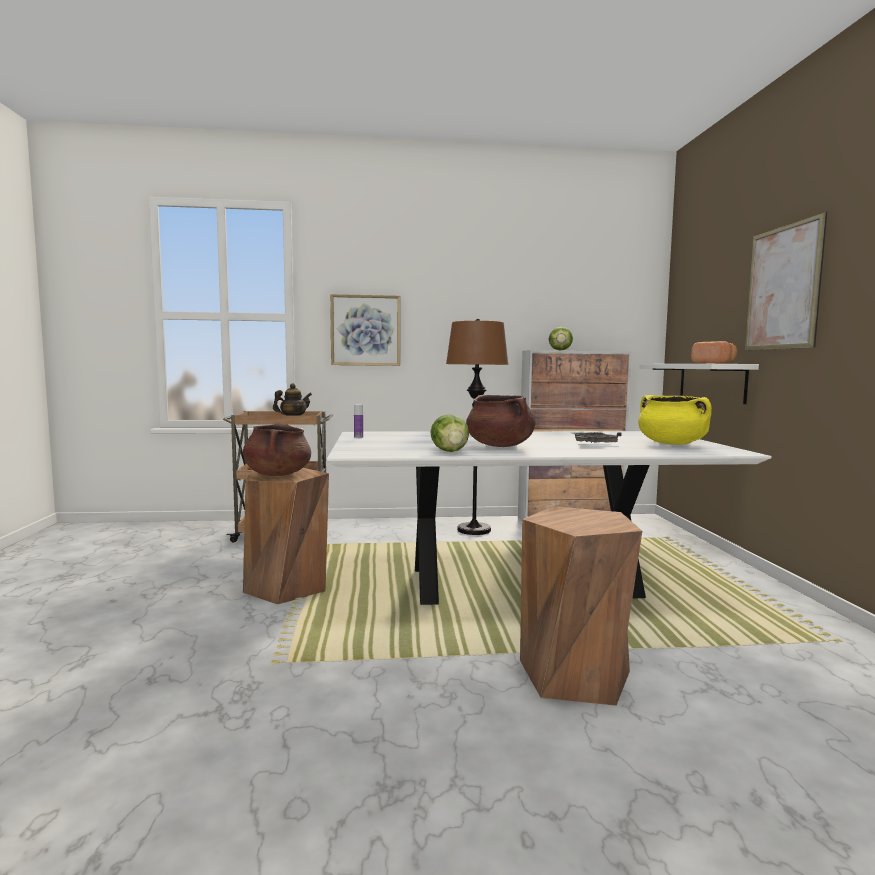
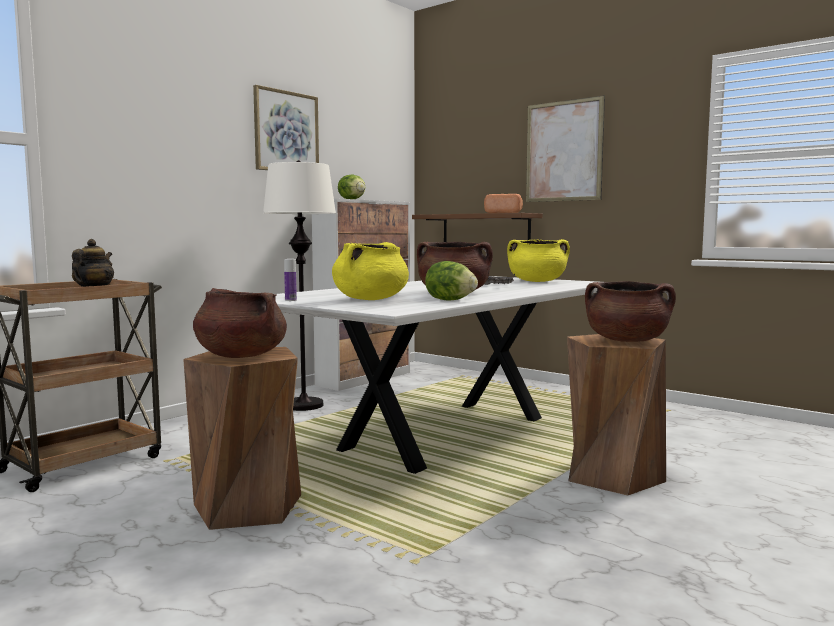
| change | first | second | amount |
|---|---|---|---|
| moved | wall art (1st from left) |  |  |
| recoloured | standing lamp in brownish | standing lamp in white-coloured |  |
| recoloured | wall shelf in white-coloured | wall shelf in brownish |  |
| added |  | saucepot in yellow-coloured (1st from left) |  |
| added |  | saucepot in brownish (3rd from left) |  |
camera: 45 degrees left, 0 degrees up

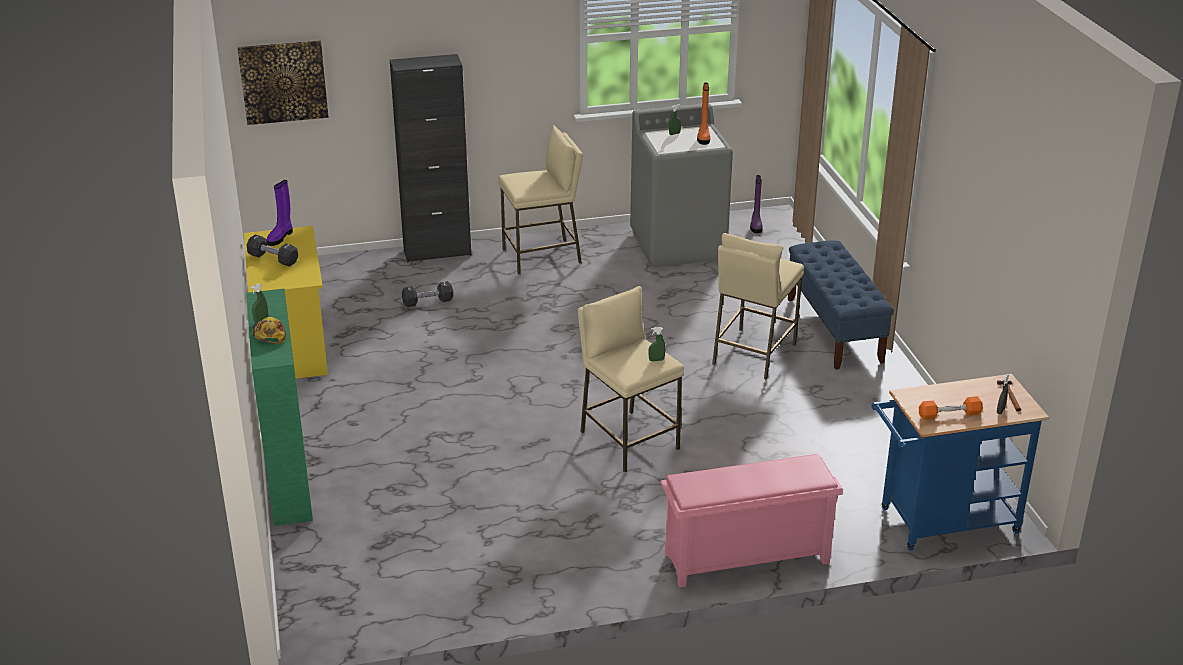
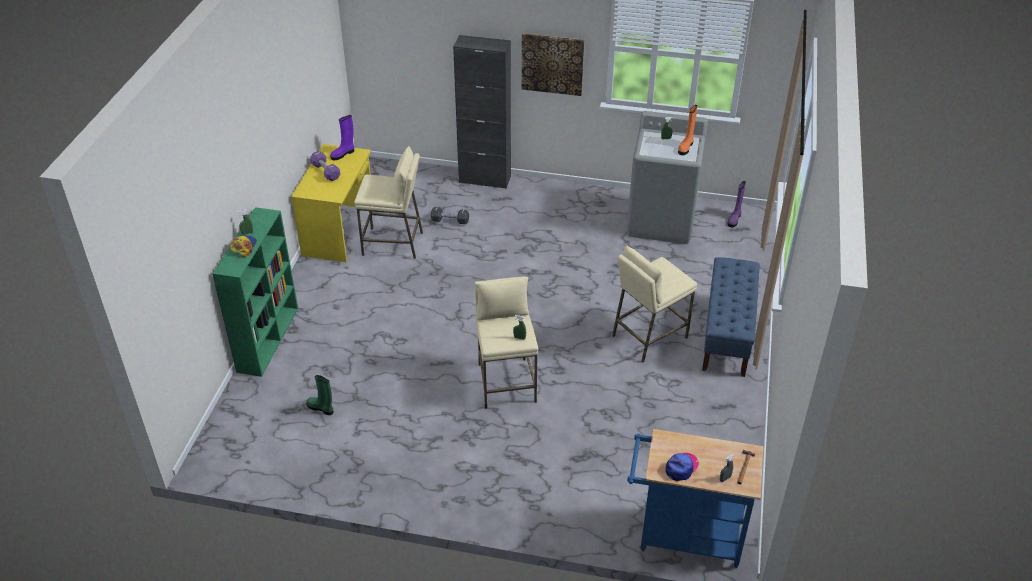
| change | first | second | amount |
|---|---|---|---|
| moved | wall art |  |  |
| recoloured | hand weight in blackish (1st from left) | hand weight in purple |  |
| moved | stool in beige-coloured (1st from left) |  |  |
| removed | shoe rack in pinkish |  |  |
| replaced | hand weight in orange | peaked cap (2nd from left) |  |
| added |  | boot in green |  |
camera: 25 degrees right, 10 degrees up

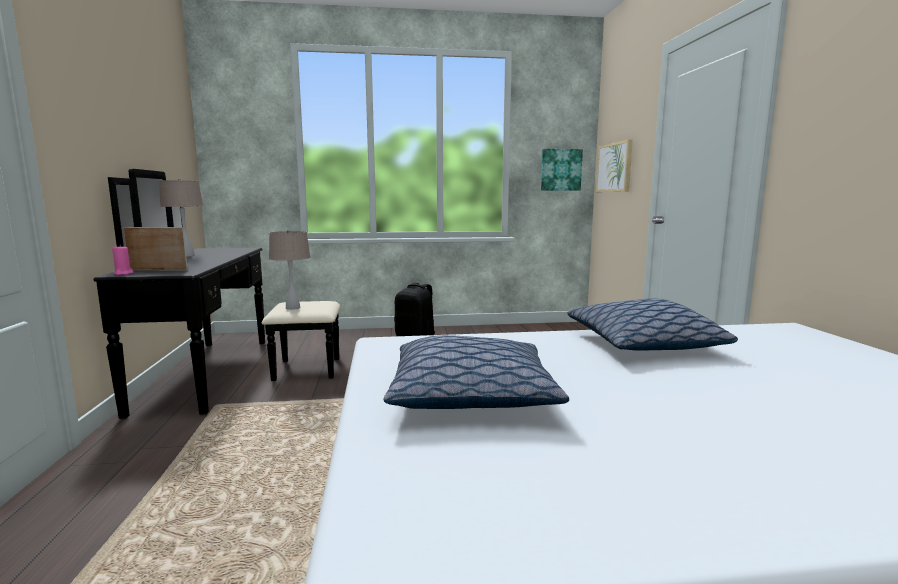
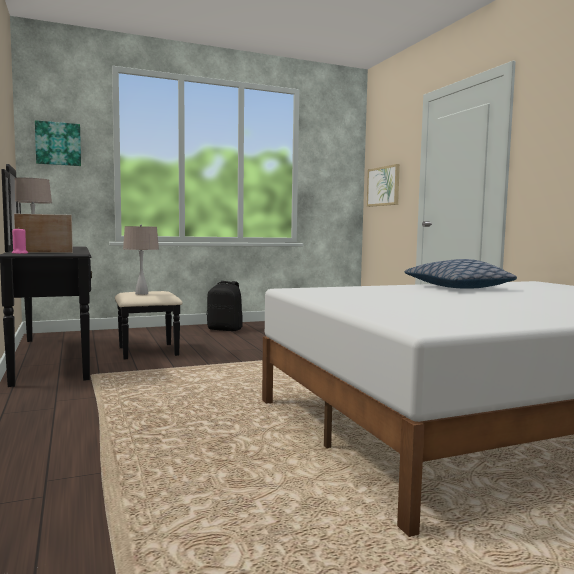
| change | first | second | amount |
|---|---|---|---|
| removed | throw pillow (1st from left) |  |  |
| moved | wall art (1st from left) |  |  |
camera: 15 degrees left, 5 degrees down

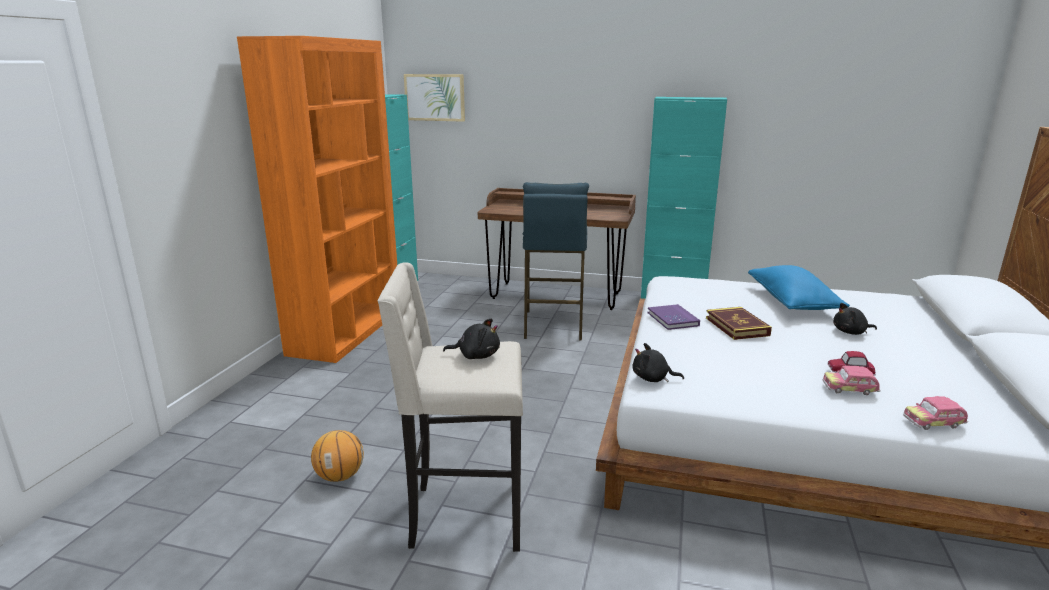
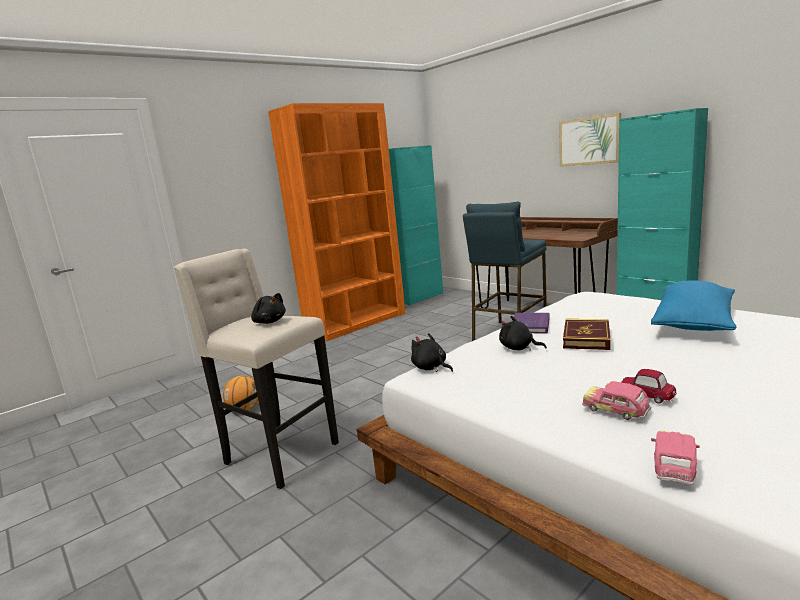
| change | first | second | amount |
|---|---|---|---|
| moved | wall art |  |  |
| moved | soft toy in blackish (3rd from left) |  |  |
| turned | toy car (3rd from left) |  | 90 degrees clockwise |
camera: 35 degrees right, 5 degrees down

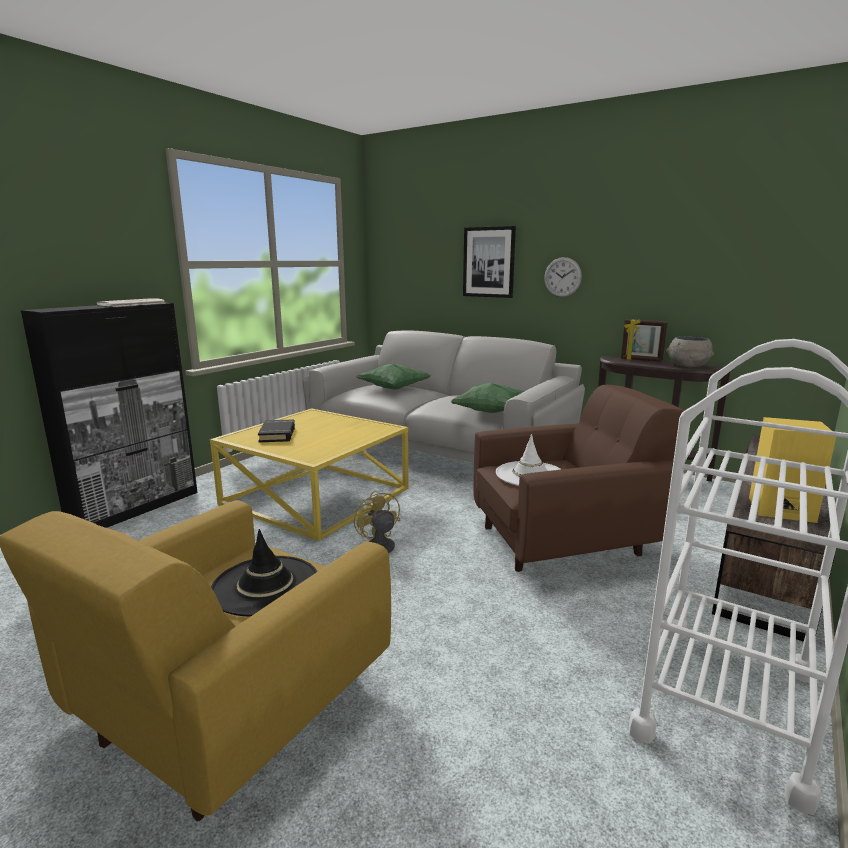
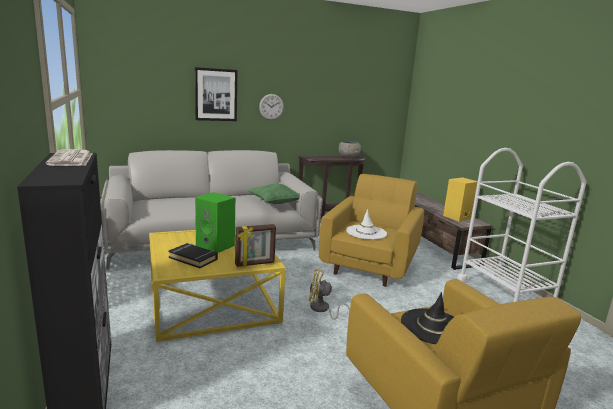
| change | first | second | amount |
|---|---|---|---|
| removed | throw pillow in green (1st from left) |  |  |
| recoloured | armchair in brownish | armchair in yellow-coloured (1st from left) |  |
| moved | photo frame |  |  |
| added |  | speaker in green |  |
camera: 55 degrees left, 0 degrees up

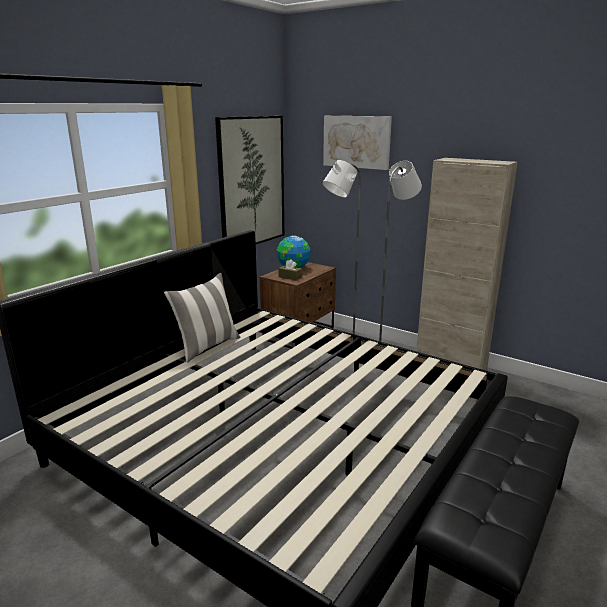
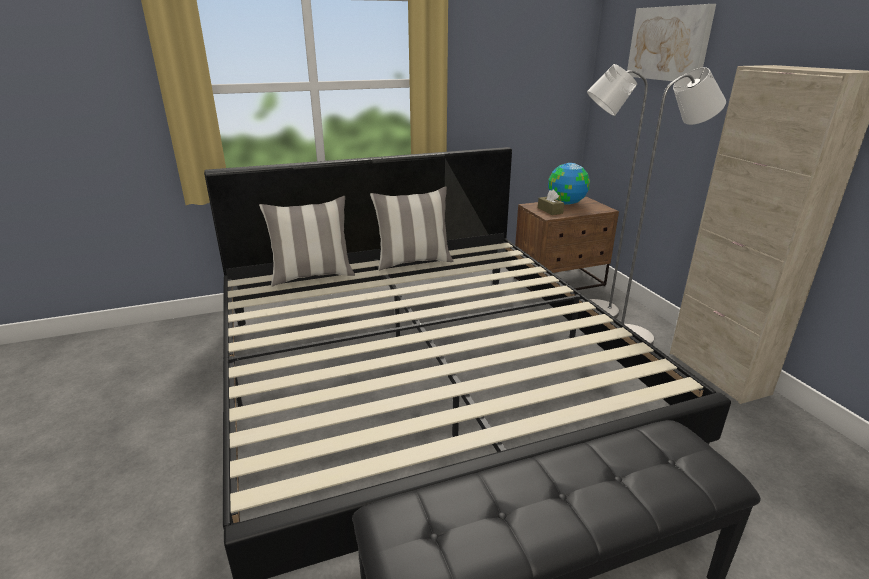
| change | first | second | amount |
|---|---|---|---|
| removed | wall art (1st from left) |  |  |
| added |  | throw pillow (1st from left) |  |
camera: 35 degrees right, 5 degrees up

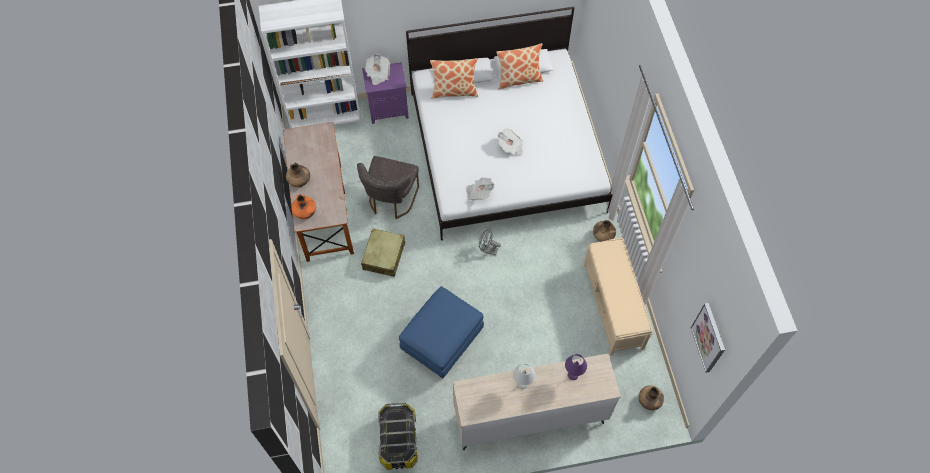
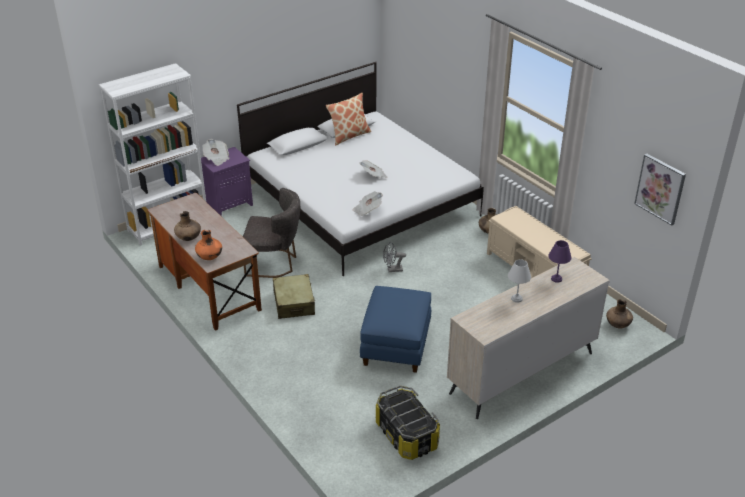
| change | first | second | amount |
|---|---|---|---|
| turned | chair in grey |  | 75 degrees counterclockwise |
| removed | throw pillow (1st from left) |  |  |
camera: 25 degrees left, 25 degrees down

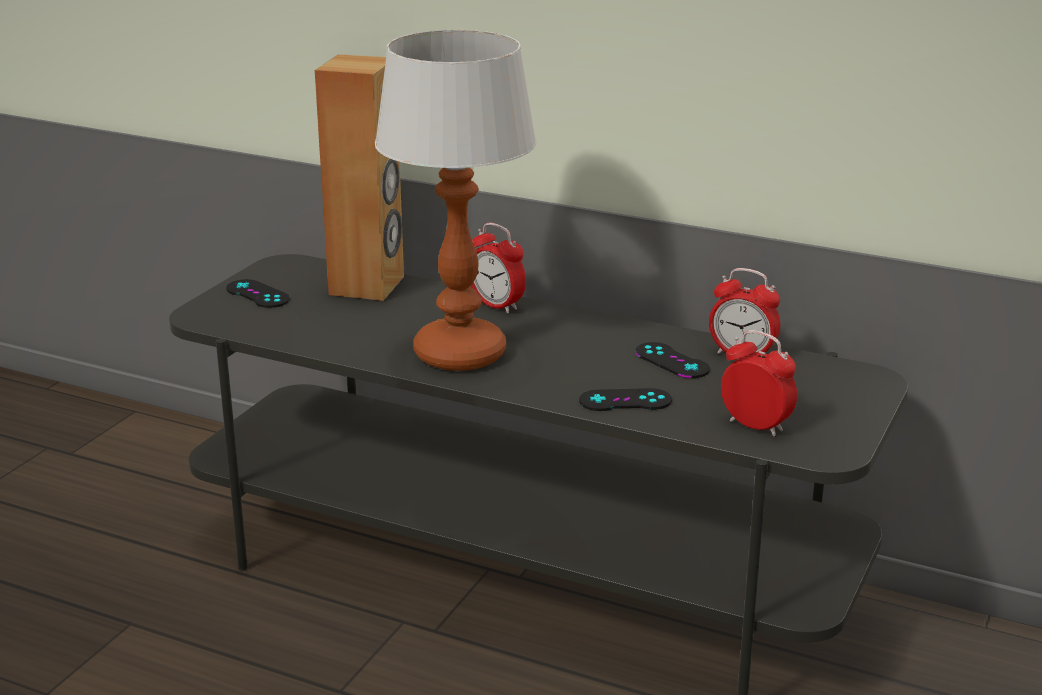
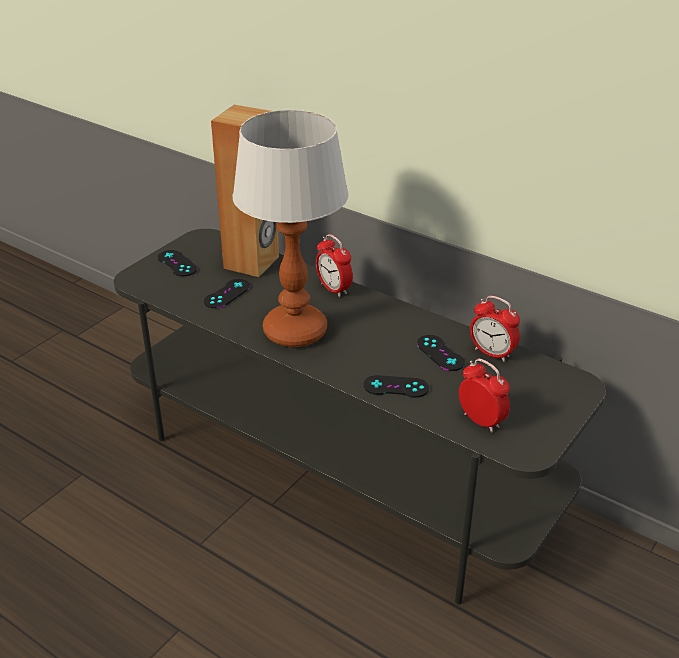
| change | first | second | amount |
|---|---|---|---|
| added |  | game controller in blackish (2nd from left) |  |
camera: 10 degrees right, 10 degrees up

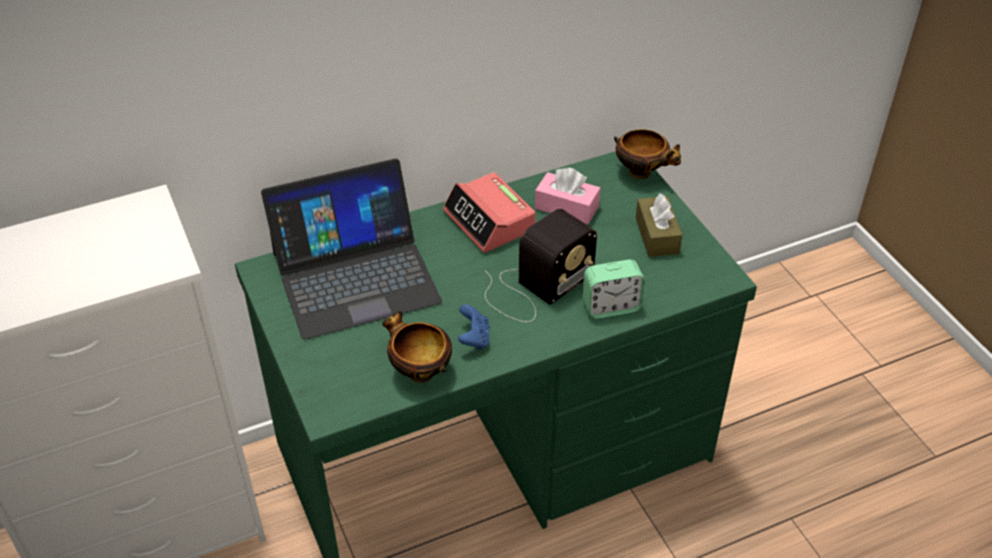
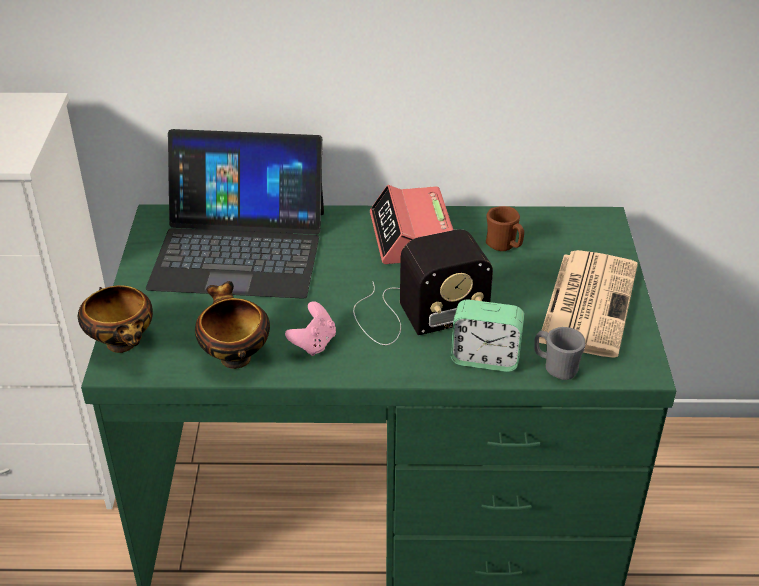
| change | first | second | amount |
|---|---|---|---|
| recoloured | game controller in blue-coloured | game controller in pinkish |  |
| replaced | box of tissues in pinkish | mug in brownish |  |
| moved | bowl (2nd from left in the first image) | bowl (1st from left) |  |
| replaced | box of tissues in brownish | newspaper |  |
| added |  | mug in grey |  |
camera: 25 degrees right, 5 degrees down

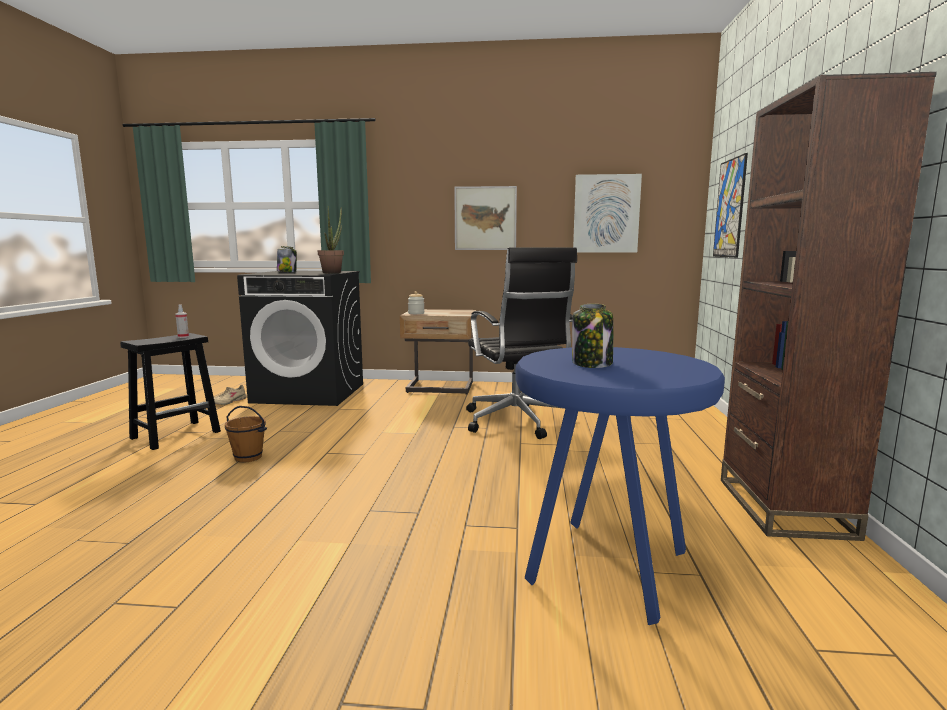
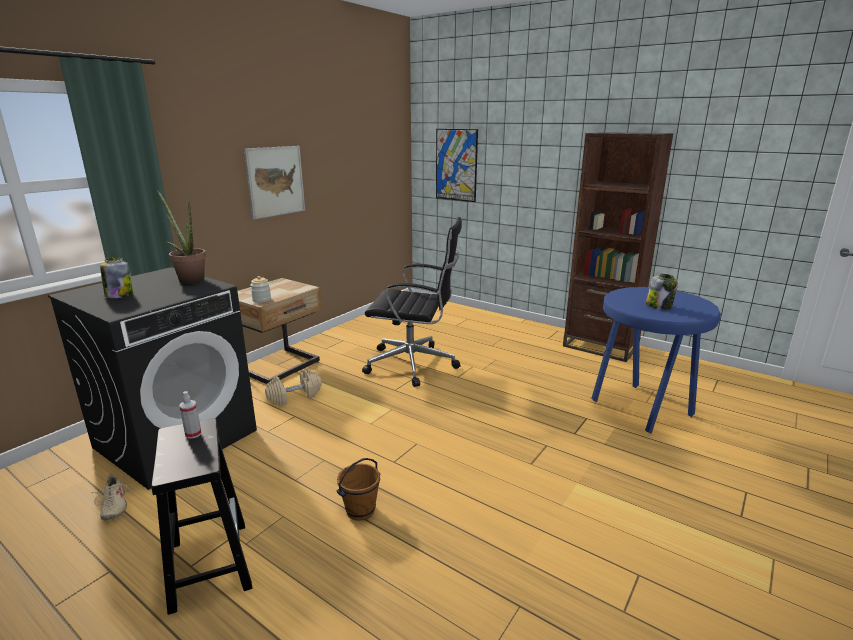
| change | first | second | amount |
|---|---|---|---|
| removed | wall art (2nd from left) |  |  |
| added |  | hand weight in beige-coloured |  |
camera: 60 degrees left, 10 degrees up

